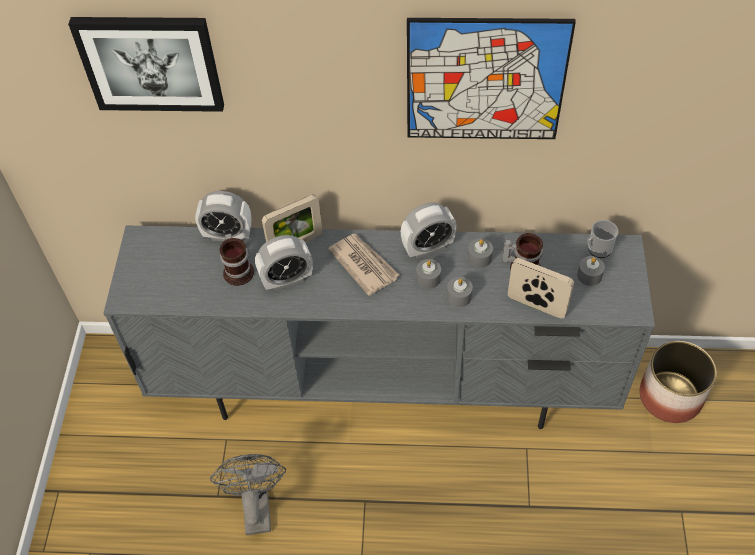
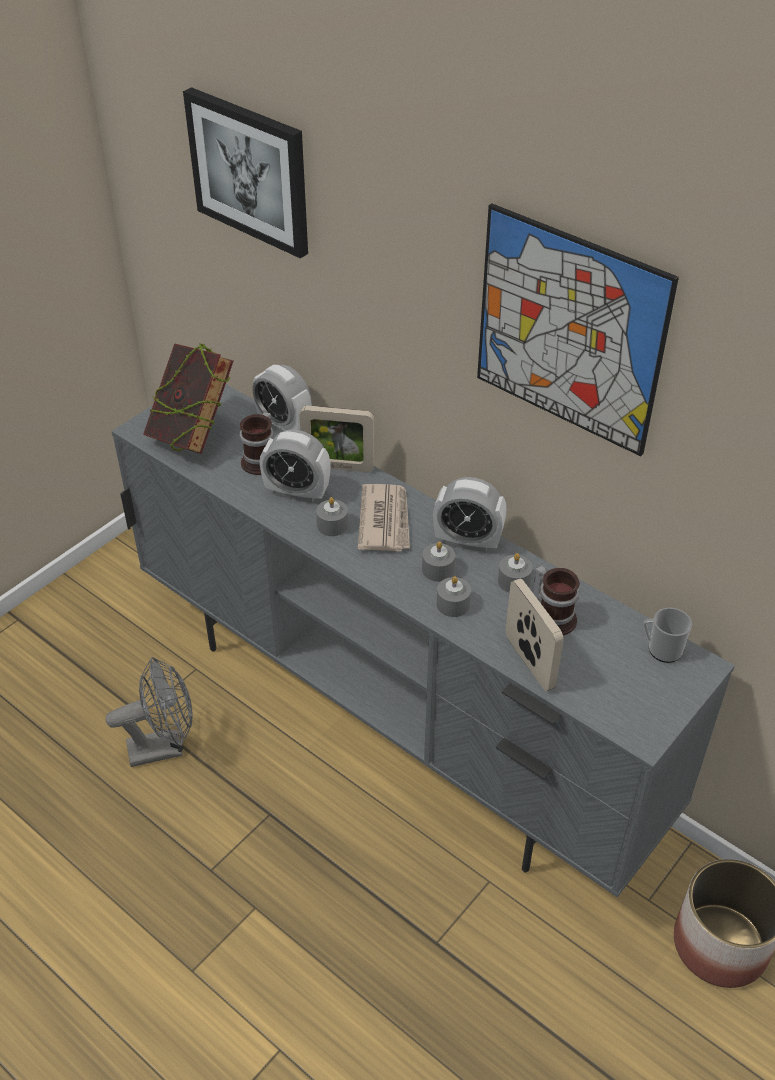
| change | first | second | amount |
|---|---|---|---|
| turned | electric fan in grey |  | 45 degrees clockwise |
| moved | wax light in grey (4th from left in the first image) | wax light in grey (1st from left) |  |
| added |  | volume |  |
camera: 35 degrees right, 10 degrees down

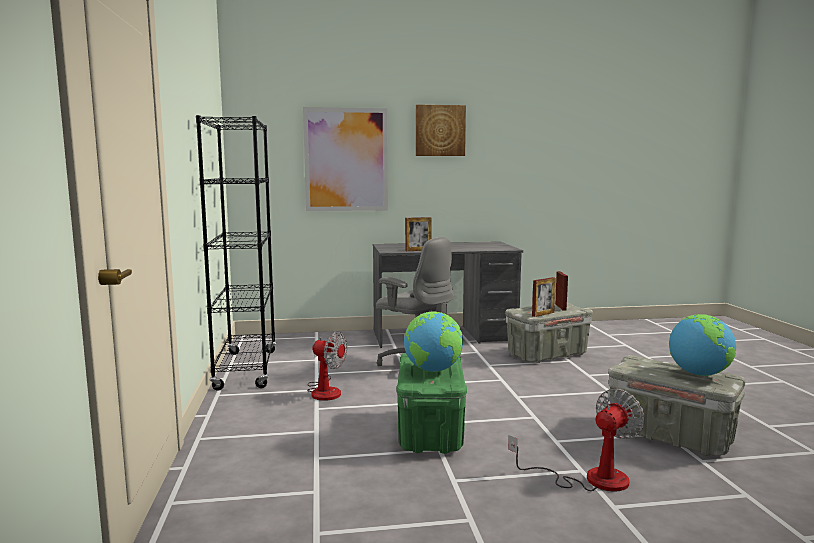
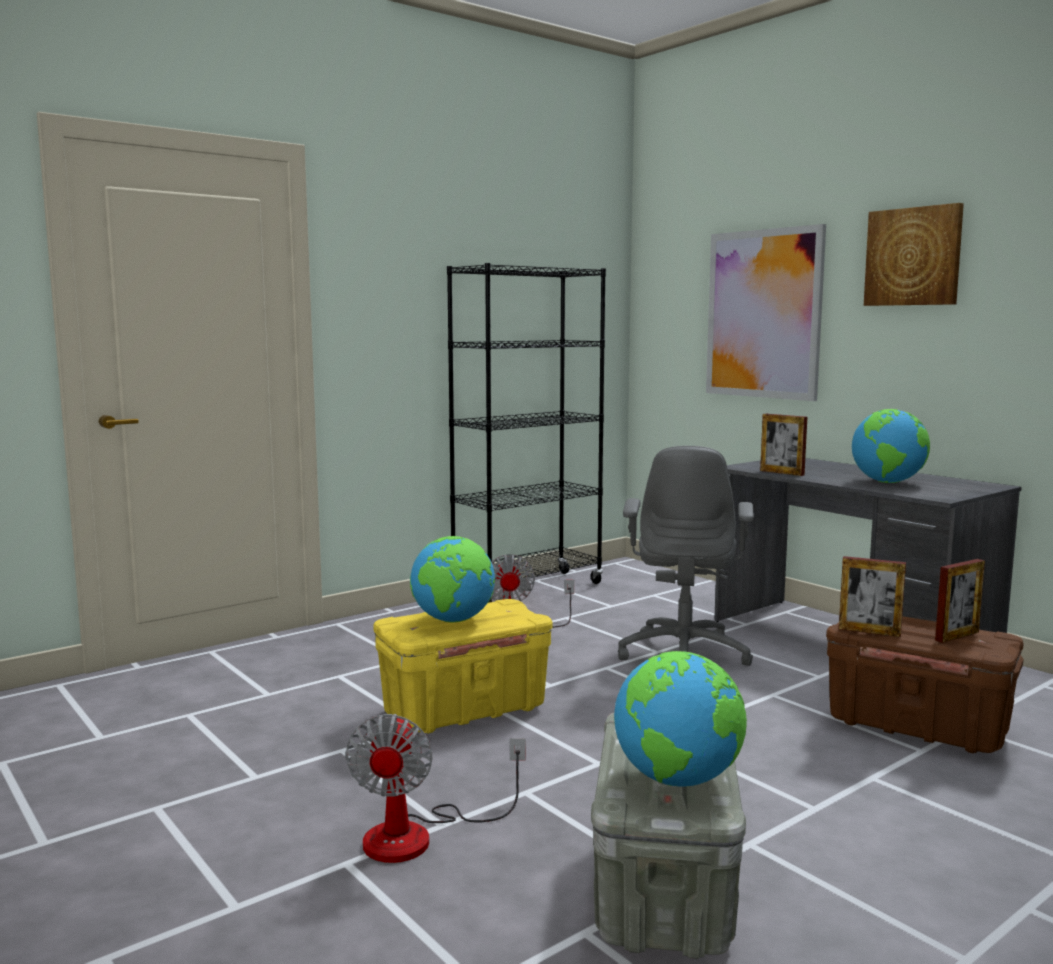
| change | first | second | amount |
|---|---|---|---|
| recoloured | storage box in green | storage box in yellow-coloured |  |
| recoloured | storage box in grey (1st from left) | storage box in brownish |  |
| turned | electric fan (2nd from left in the first image) | electric fan (1st from left) | 75 degrees clockwise |
| added |  | world globe (3rd from left) |  |
camera: 60 degrees right, 0 degrees up

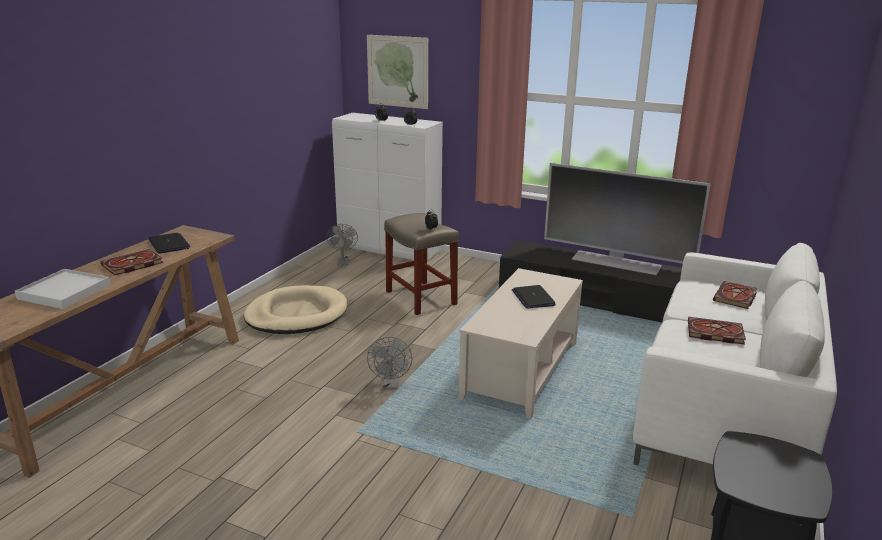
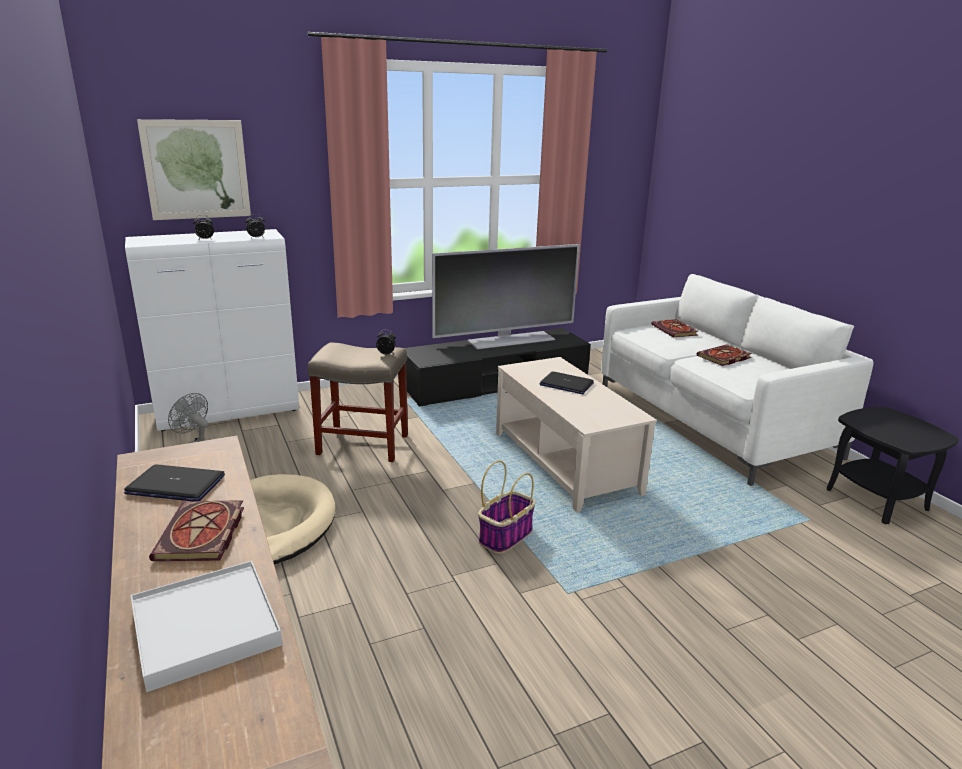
| change | first | second | amount |
|---|---|---|---|
| replaced | electric fan in grey (2nd from left) | basket |  |
camera: 50 degrees left, 0 degrees up

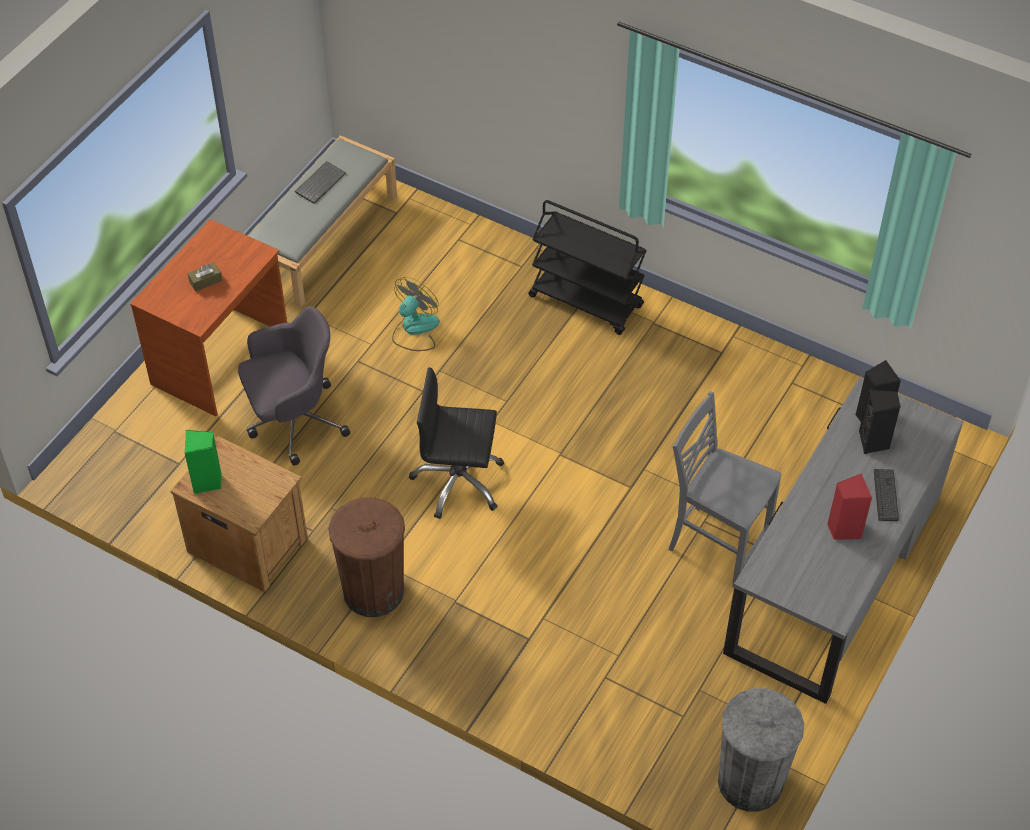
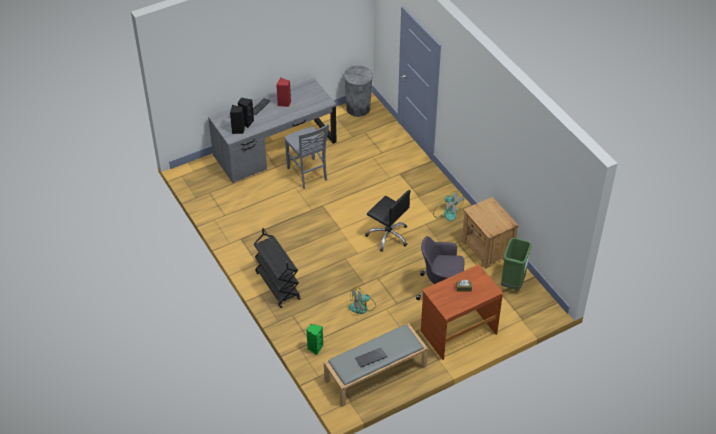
| change | first | second | amount |
|---|---|---|---|
| moved | speaker in green |  |  |
| replaced | waste bin in brownish | electric fan (2nd from left) |  |
| added |  | waste bin in green |  |
camera: 150 degrees left, 5 degrees down

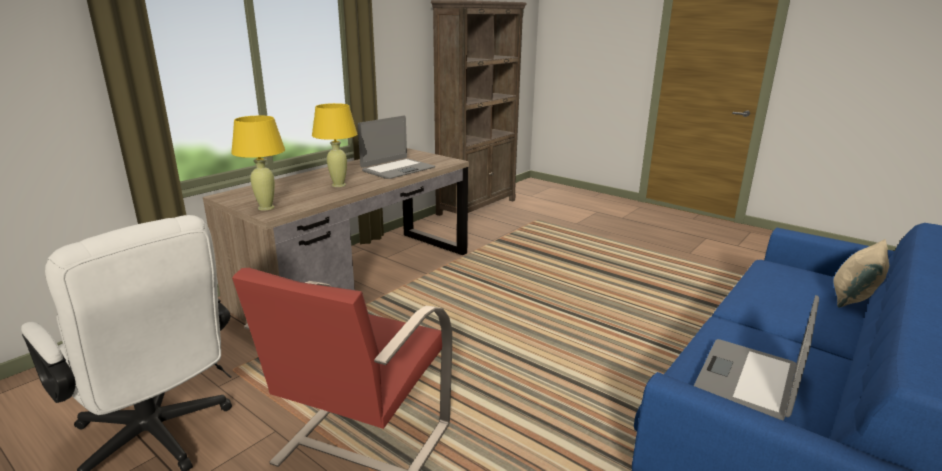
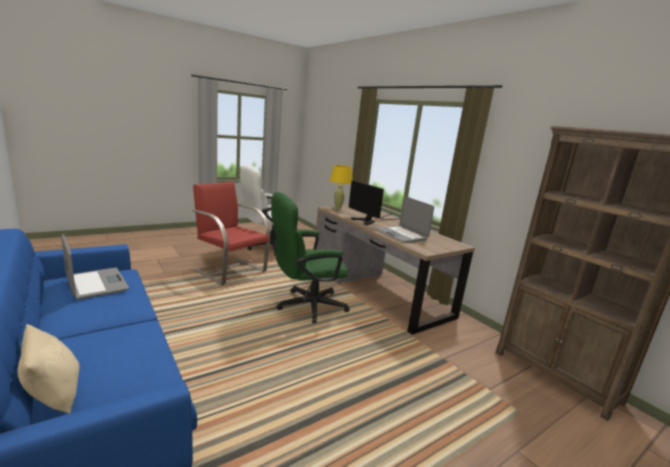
| change | first | second | amount |
|---|---|---|---|
| replaced | tabletop lamp in yellow-coloured (2nd from left) | computer screen |  |
| added |  | desk chair in green |  |
camera: 105 degrees right, 5 degrees down

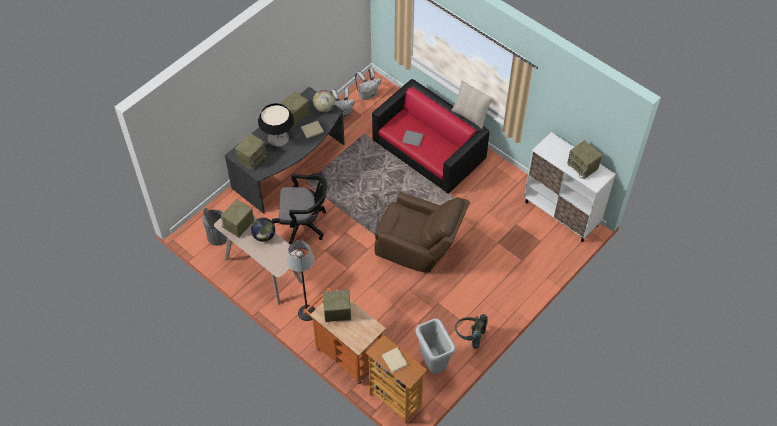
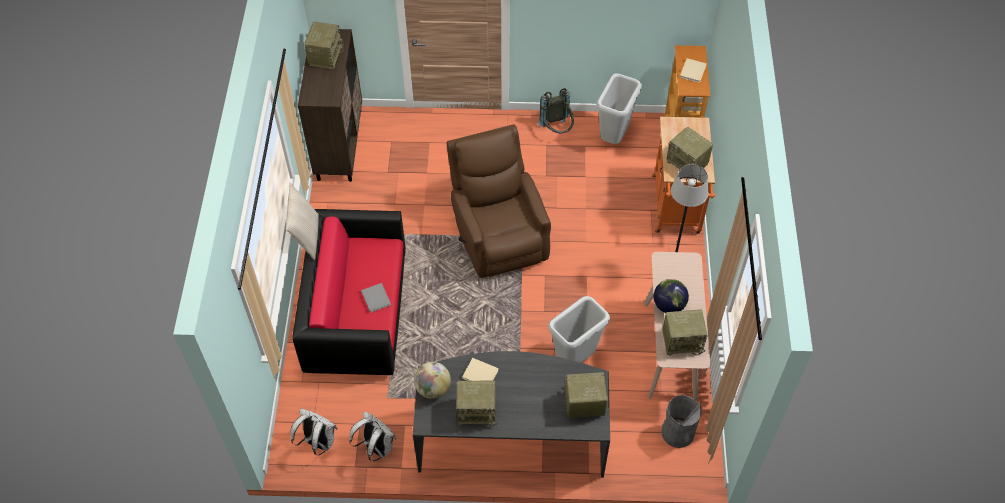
| change | first | second | amount |
|---|---|---|---|
| removed | tabletop lamp |  |  |
| replaced | desk chair in blackish | waste bin in grey (1st from left) |  |
| recoloured | cupboard in white-coloured | cupboard in brownish |  |
camera: 130 degrees left, 0 degrees up

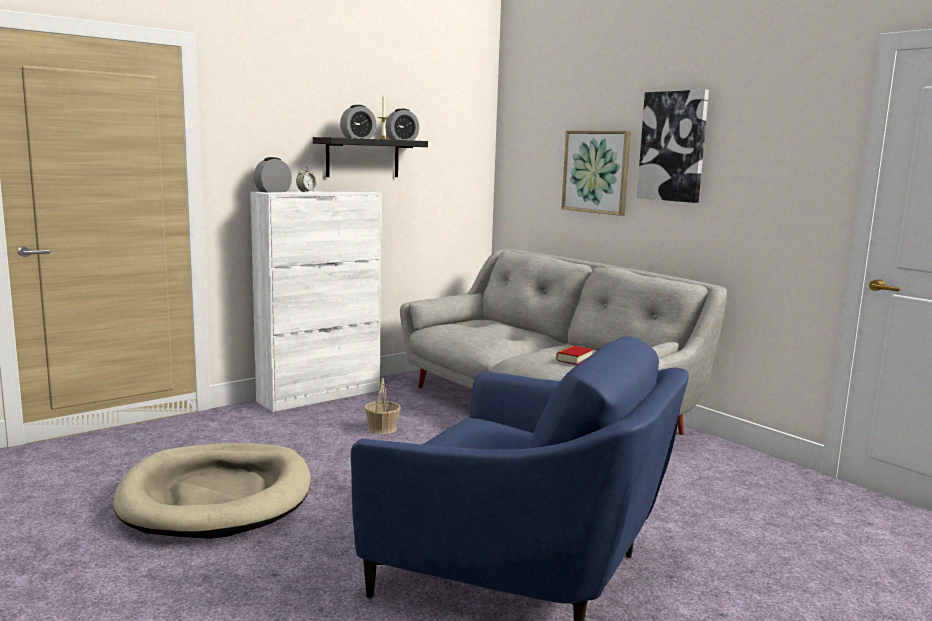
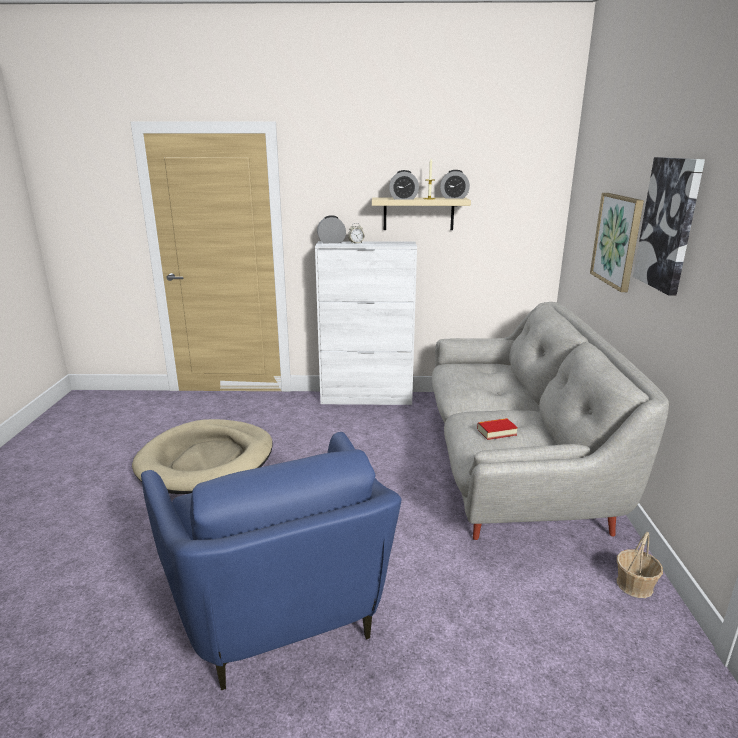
| change | first | second | amount |
|---|---|---|---|
| recoloured | wall shelf in blackish | wall shelf in beige-coloured |  |
| moved | basket |  |  |
camera: 40 degrees right, 10 degrees up

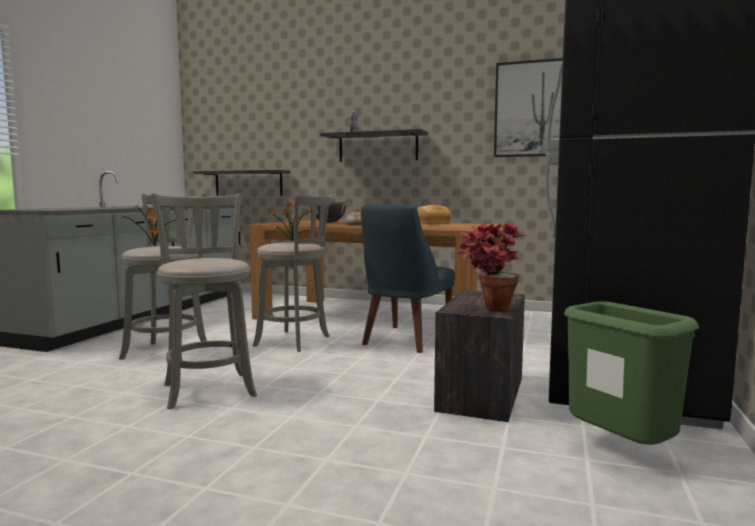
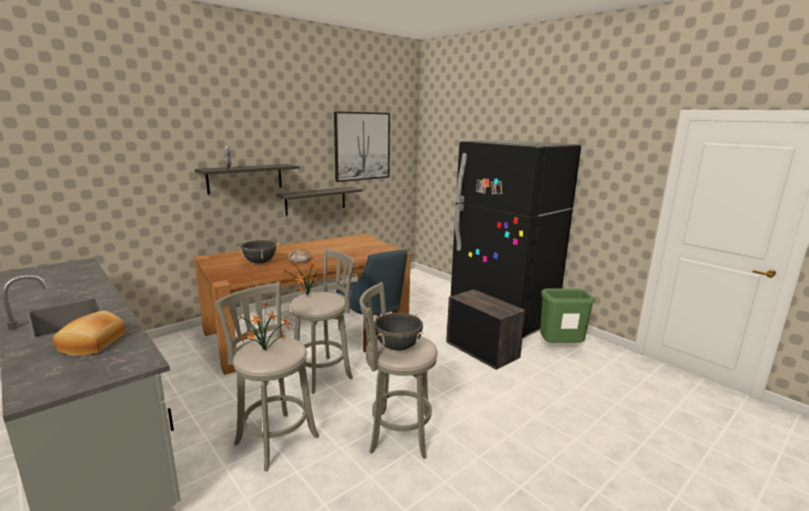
| change | first | second | amount |
|---|---|---|---|
| moved | wall shelf (1st from left in the first image) | wall shelf (2nd from left) |  |
| moved | baked bread (2nd from left in the first image) | baked bread (1st from left) |  |
| removed | potted plant (3rd from left) |  |  |
| added |  | saucepot in blackish (2nd from left) |  |
camera: 60 degrees left, 10 degrees up

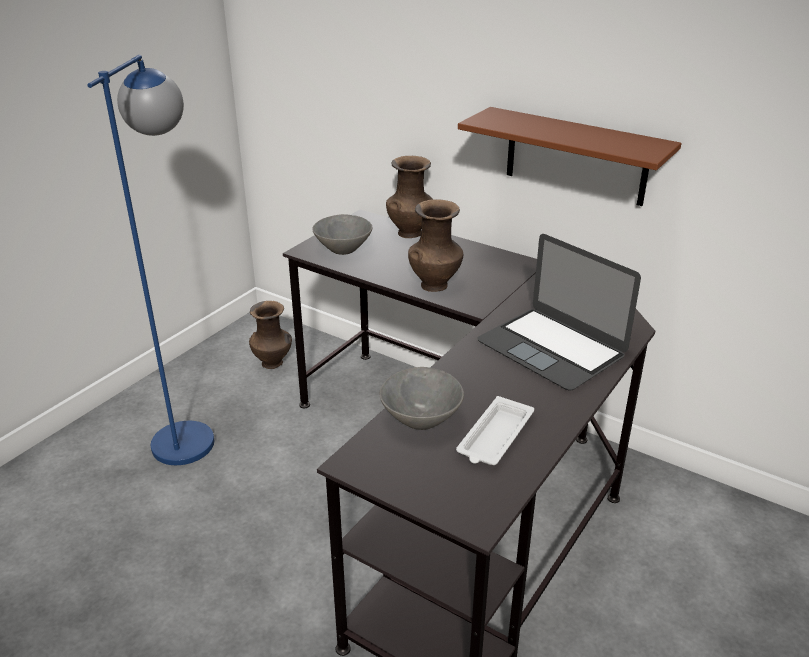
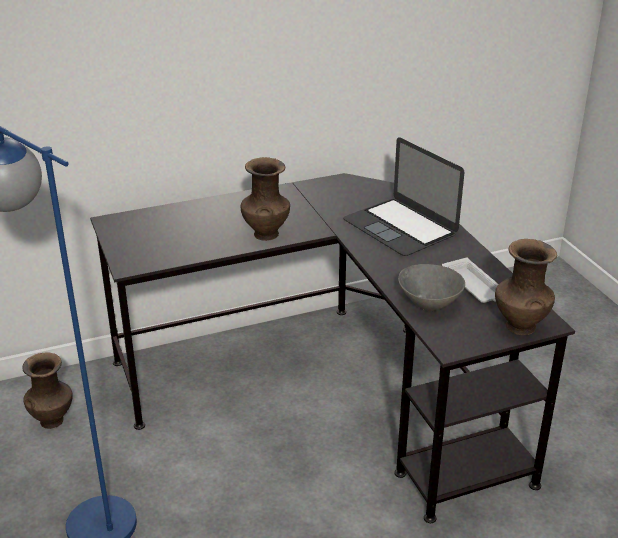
| change | first | second | amount |
|---|---|---|---|
| removed | bowl in grey (1st from left) |  |  |
| moved | vase in brownish (2nd from left in the first image) | vase in brownish (3rd from left) |  |
| removed | wall shelf in brownish |  |  |
| turned | laptop |  | 60 degrees clockwise |
camera: 55 degrees left, 0 degrees up

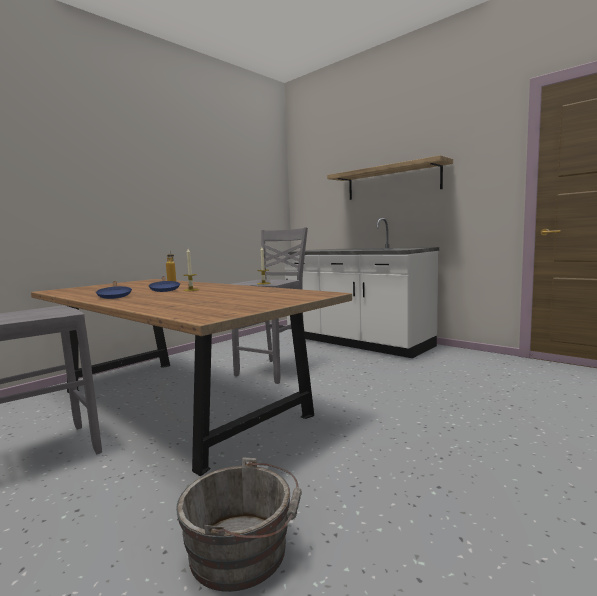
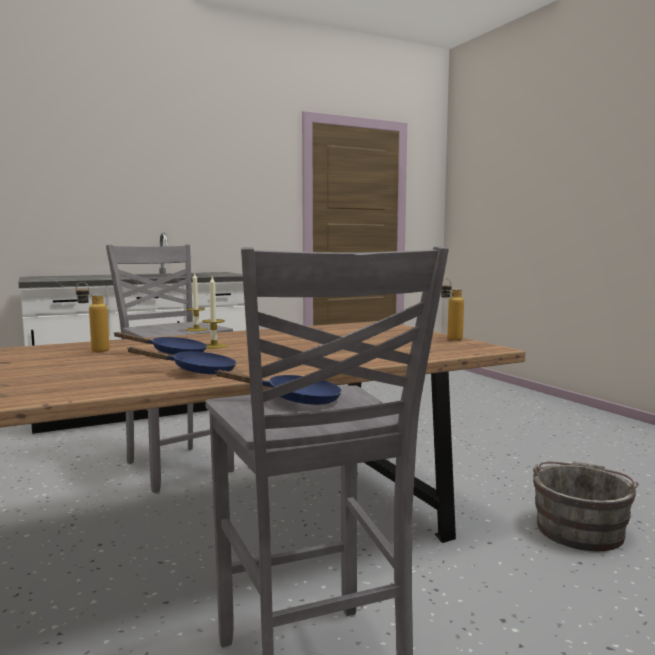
| change | first | second | amount |
|---|---|---|---|
| removed | wall shelf |  |  |
| added |  | skillet in blue-coloured (3rd from left) |  |
| added |  | bottle (2nd from left) |  |
camera: 70 degrees left, 0 degrees up

